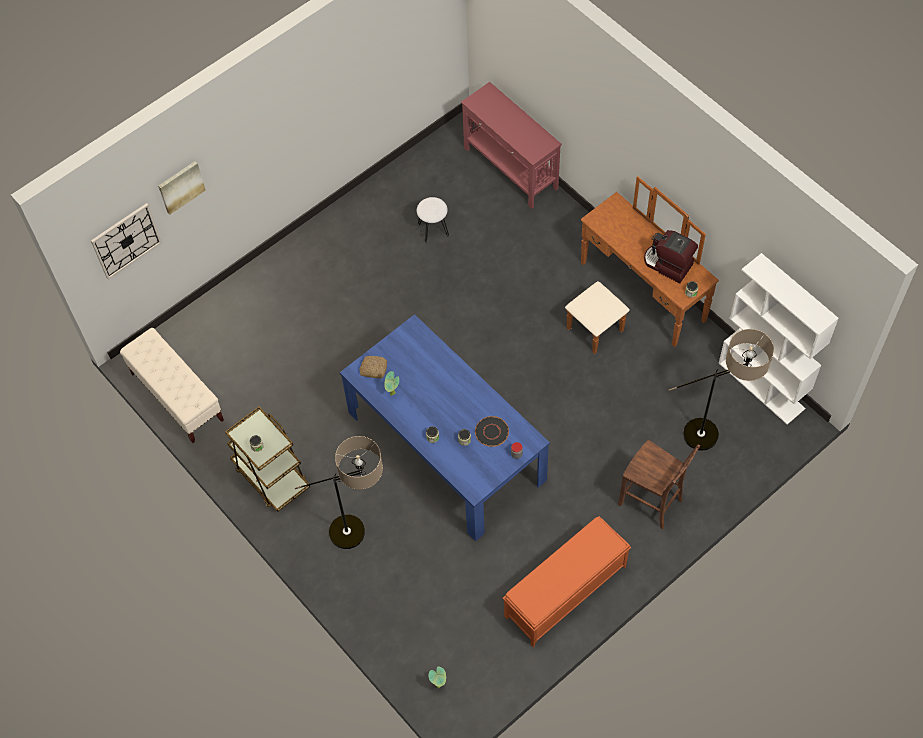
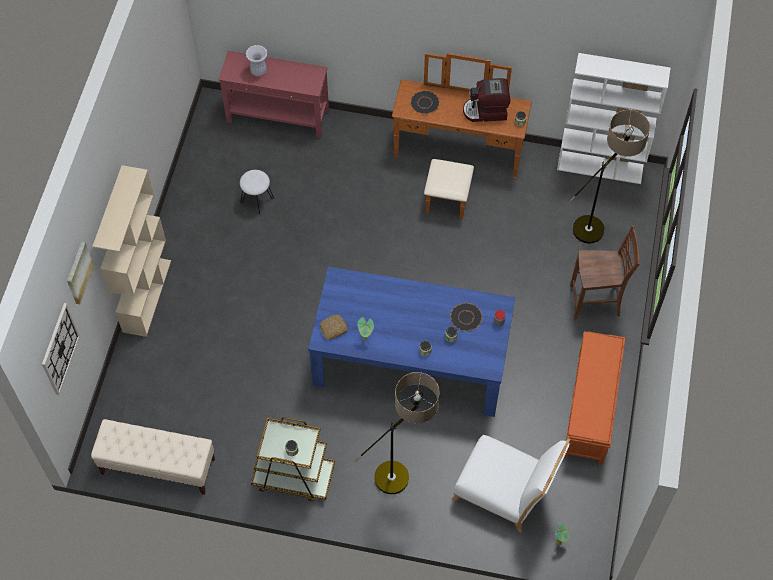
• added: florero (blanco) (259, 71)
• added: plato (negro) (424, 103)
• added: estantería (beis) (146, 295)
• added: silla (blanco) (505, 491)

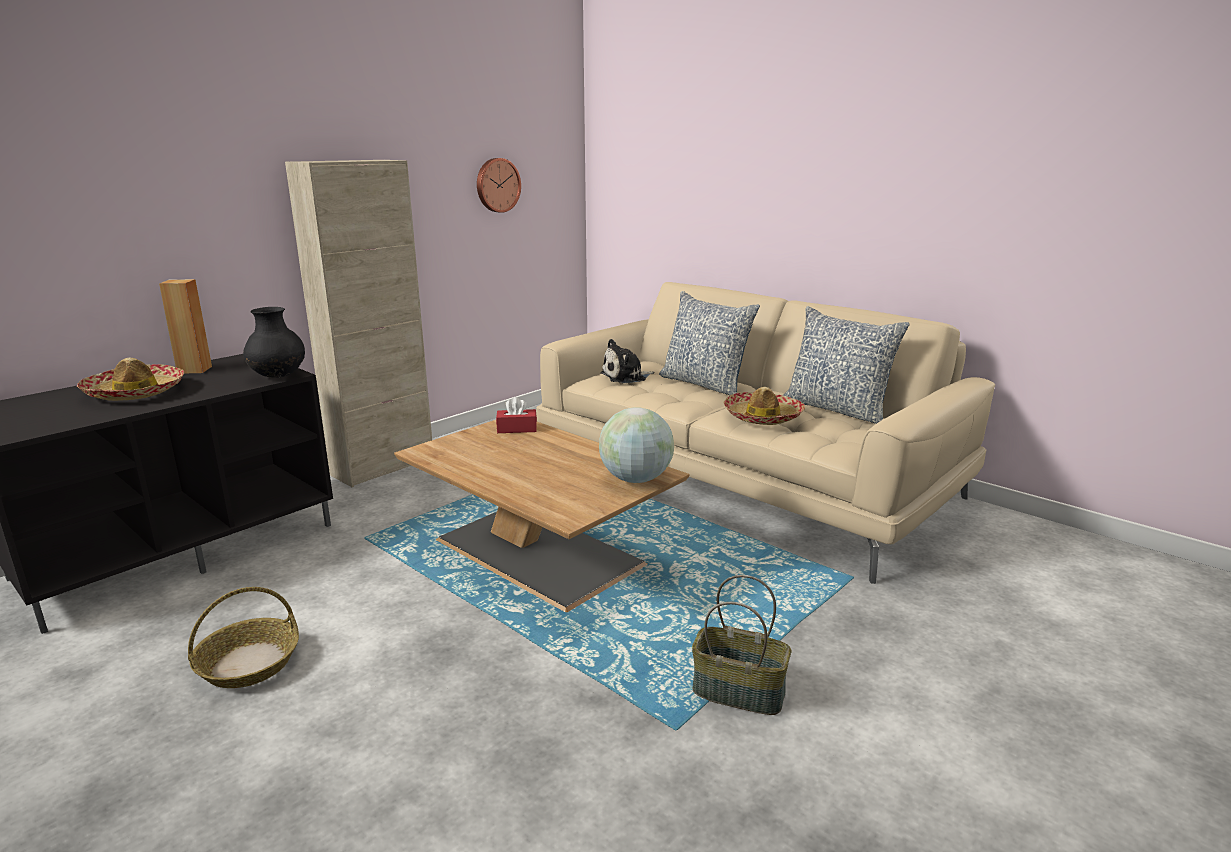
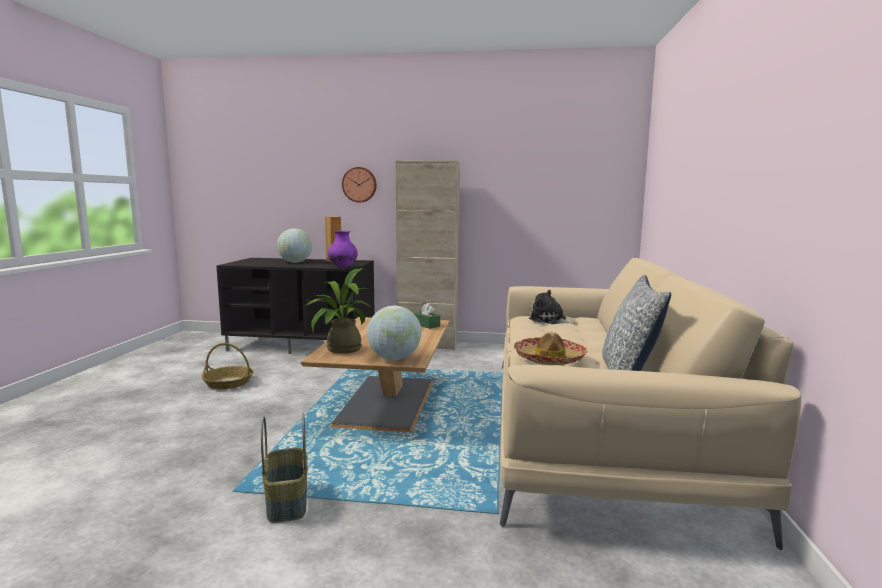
• moved: reloj de pared (497, 185) to (359, 184)
• removed: cojín (705, 384)
• recoloured: florero (negro) (278, 376) to florero (morado) (343, 267)
• replaced: sombrero (135, 392) to globo terráqueo (295, 262)
• recoloured: caja de pañuelos (rojo) (517, 429) to caja de pañuelos (verde) (426, 325)
• added: planta en maceta (339, 350)

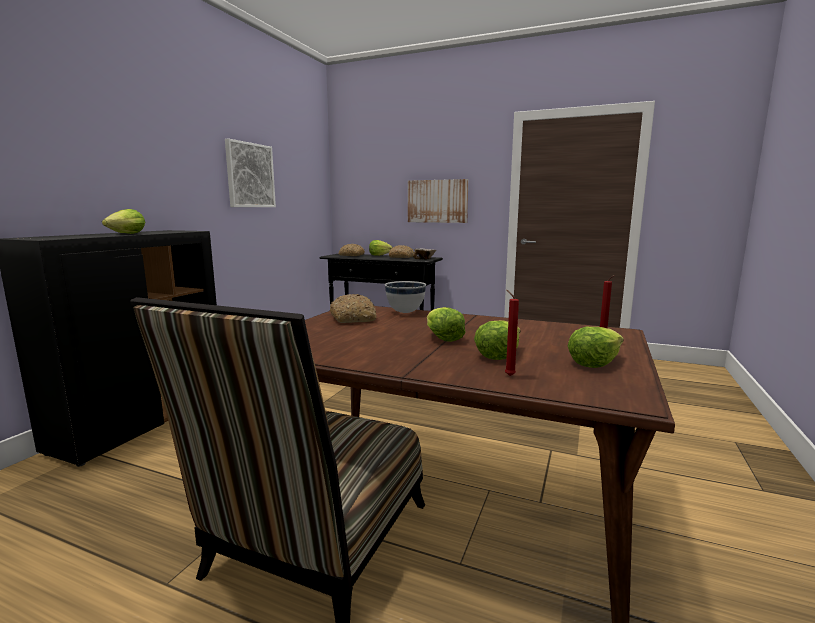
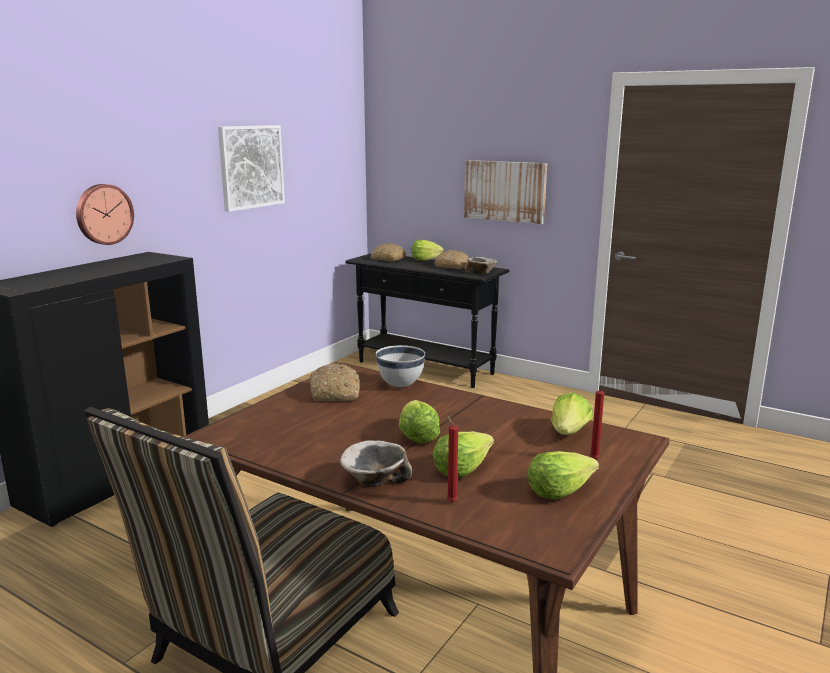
• moved: lechuga (127, 234) to (569, 432)
• added: reloj de pared (103, 214)
• added: cuenco (373, 481)

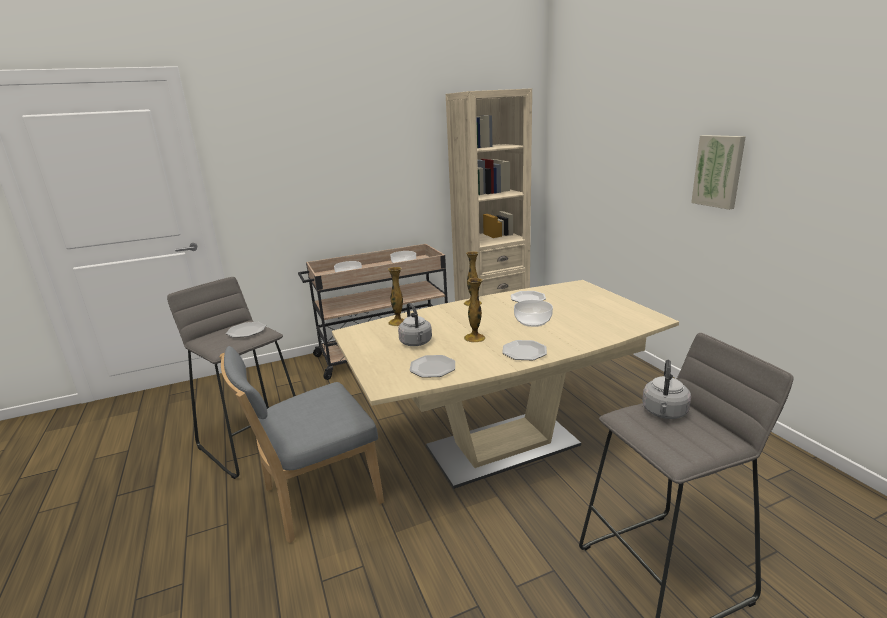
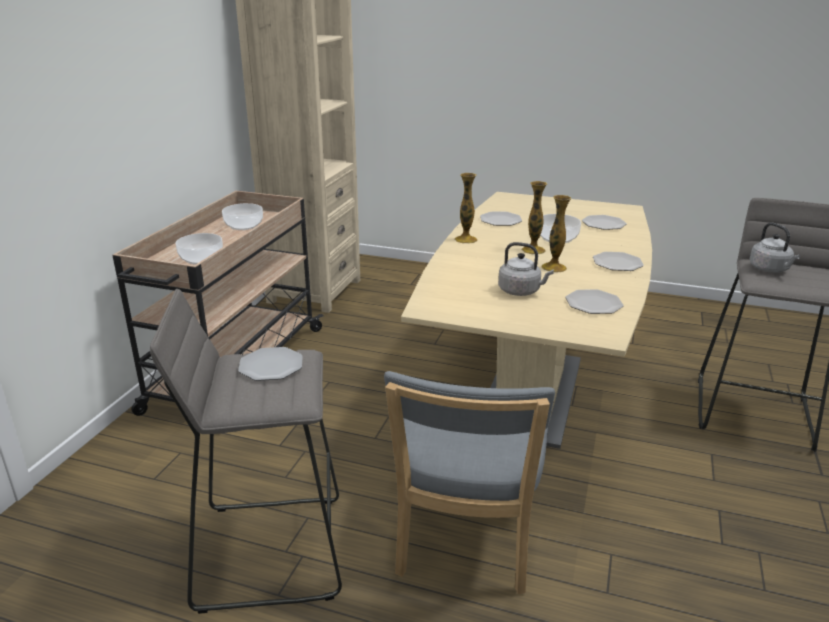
• removed: cuadro (719, 171)
• moved: florero (398, 322) to (533, 250)
• added: plato (603, 224)

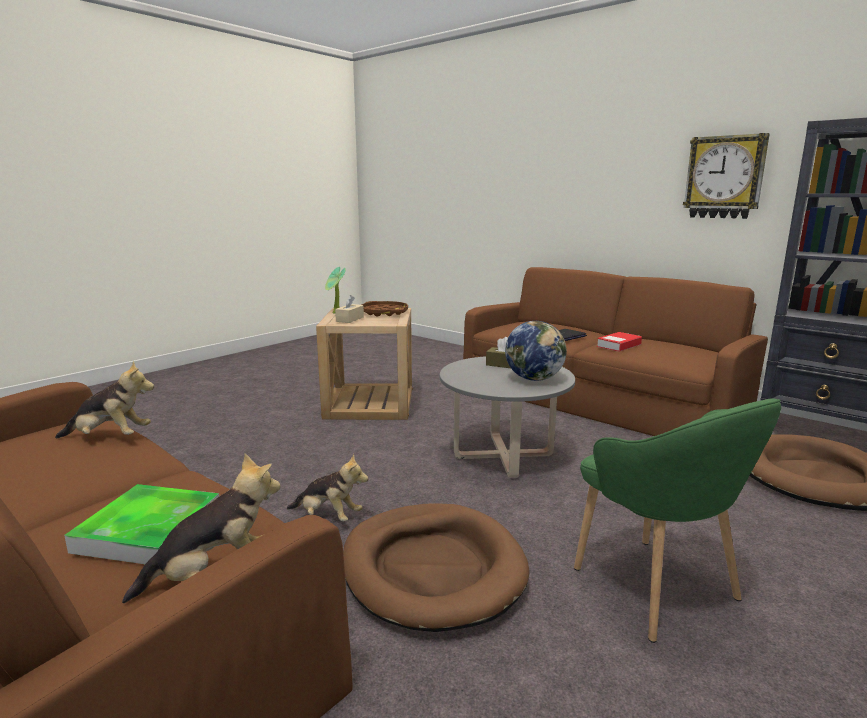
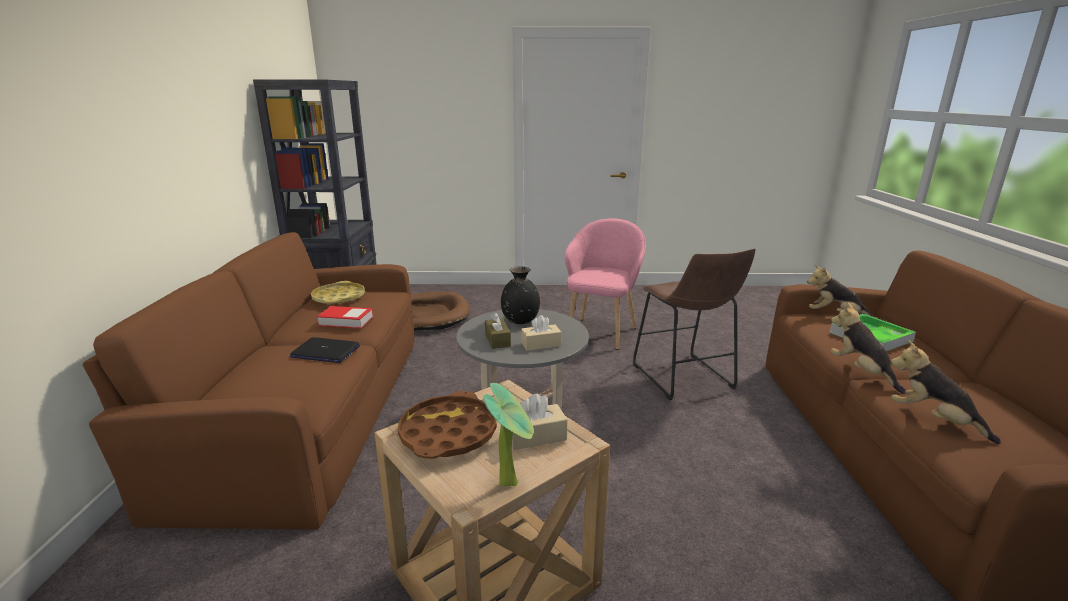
• removed: reloj de pared (724, 177)
• replaced: globo terráqueo (534, 379) to florero (negro) (520, 320)
• recoloured: sillón (verde) (656, 588) to sillón (rosa) (601, 332)
• moved: peluche (328, 516) to (861, 372)
• replaced: cama para perro (marrón) (432, 569) to taburete (marrón) (684, 379)
• added: bandeja (amarillo) (339, 298)
• added: caja de pañuelos (beis) (541, 344)

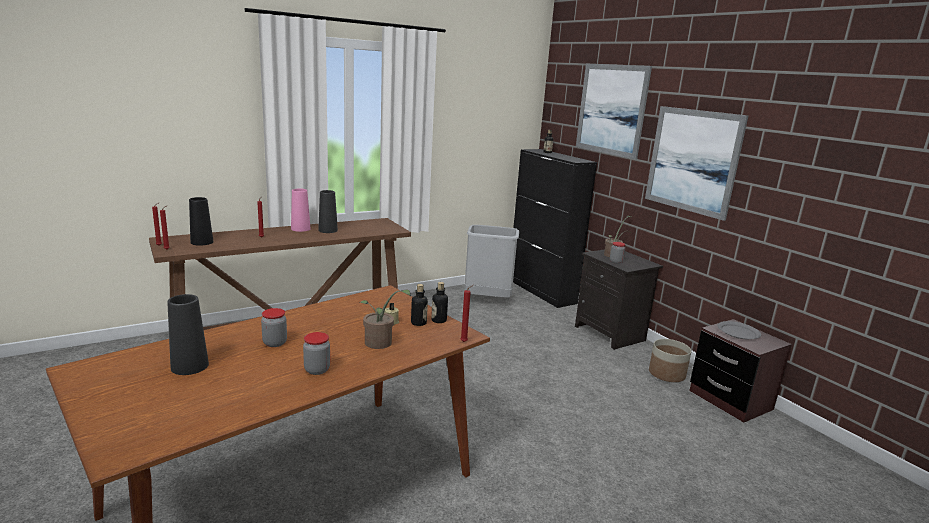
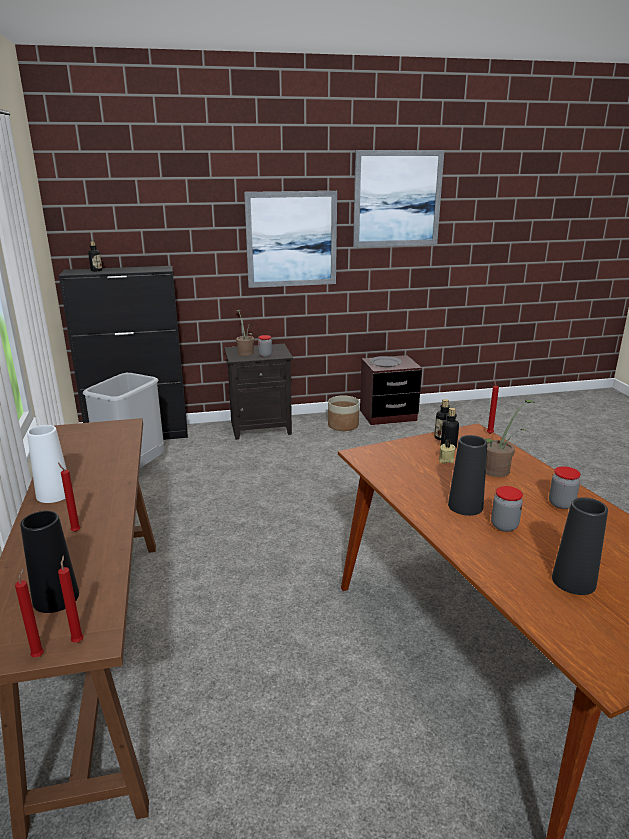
• moved: cuadro (611, 109) to (397, 199)
• recoloured: florero (rosa) (300, 229) to florero (blanco) (54, 494)
• moved: florero (negro) (328, 230) to (465, 506)

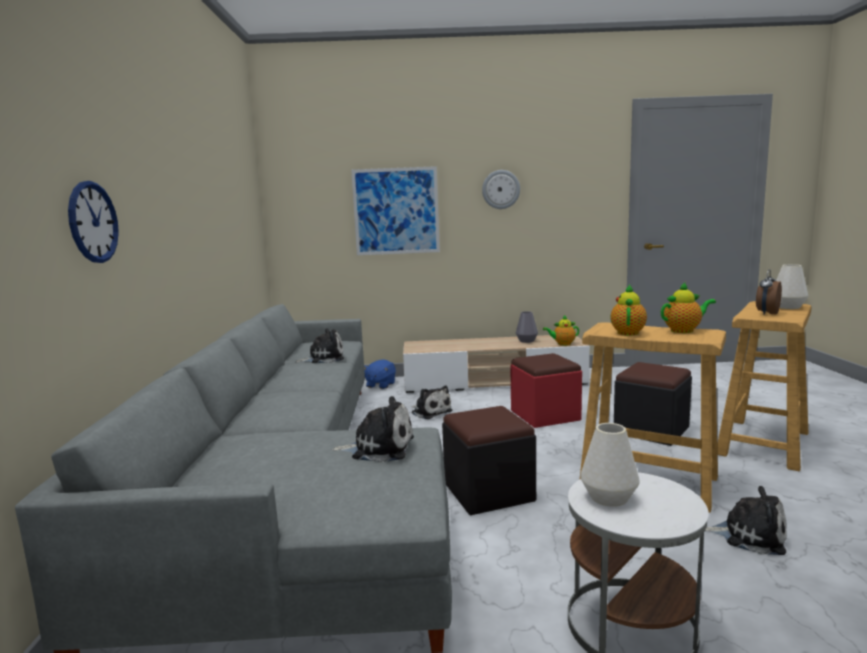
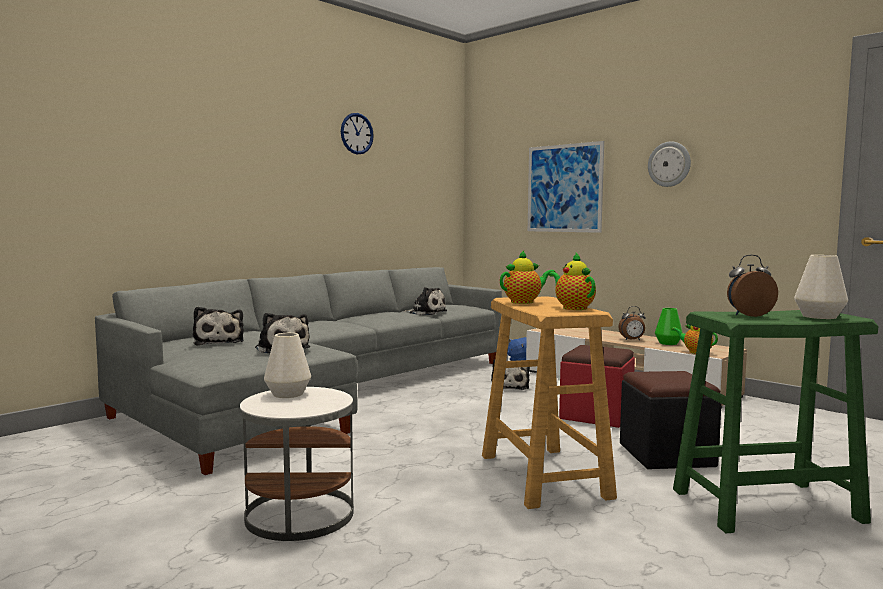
• moved: reloj de pared (93, 222) to (356, 133)
• turned: tetera (684, 330) = (573, 308) 150 degrees counterclockwise
• recoloured: taburete (beis) (763, 443) to taburete (verde) (764, 505)
• recoloured: florero (gris) (526, 341) to florero (verde) (668, 343)
• removed: puf (negro) (488, 492)
• moved: peluche (749, 535) to (219, 341)
• added: despertador (632, 340)

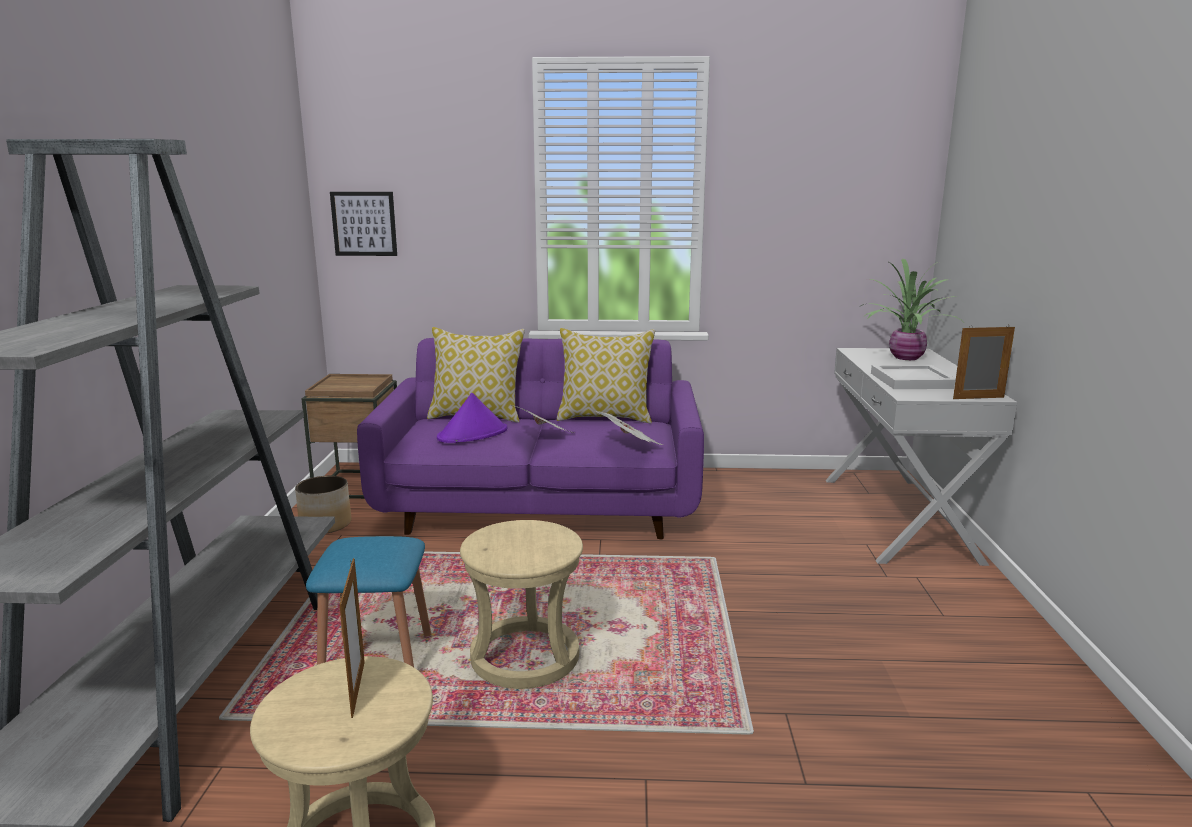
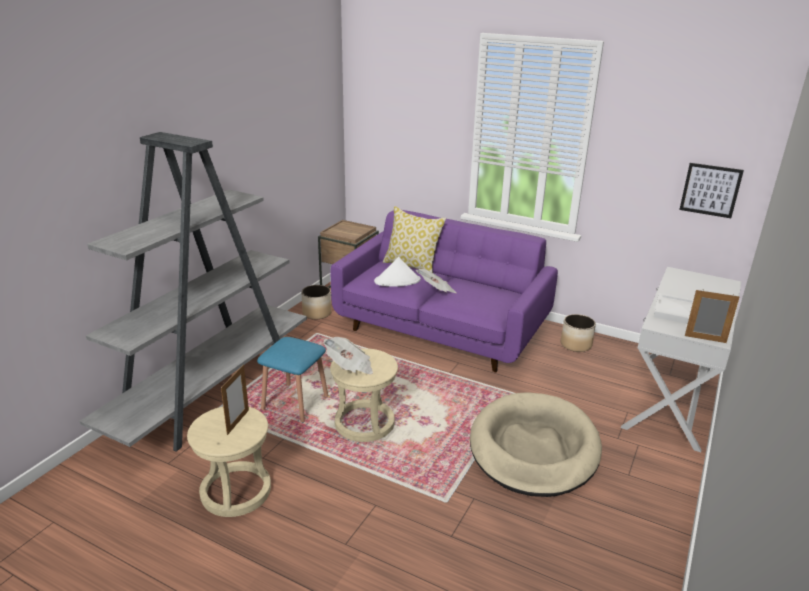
• moved: cuadro (364, 224) to (710, 190)
• removed: planta en maceta (905, 357)
• removed: cojín (605, 417)
• recoloured: sombrero (morado) (473, 434) to sombrero (blanco) (397, 281)
• moved: periódico (629, 445) to (349, 367)
• added: maceta (576, 345)
• added: cama para perro (beis) (533, 448)

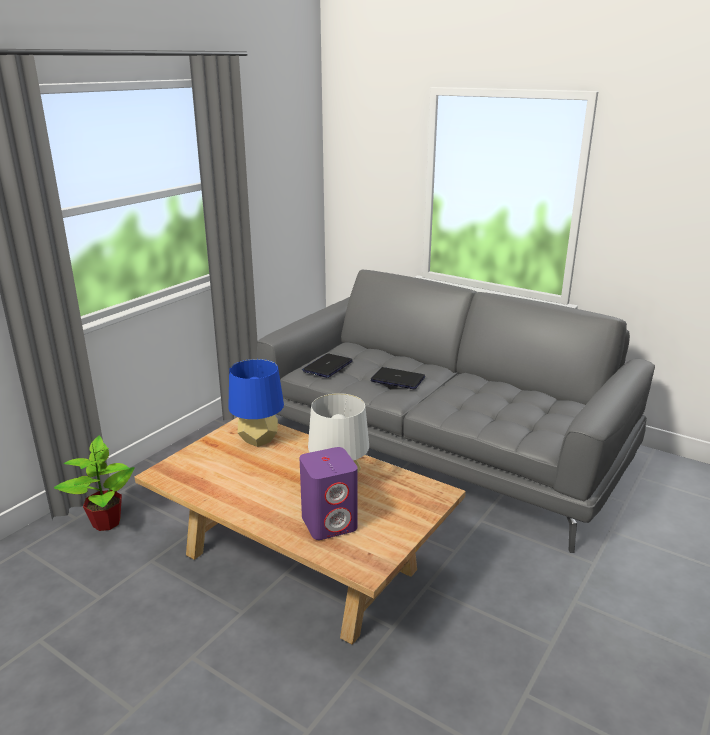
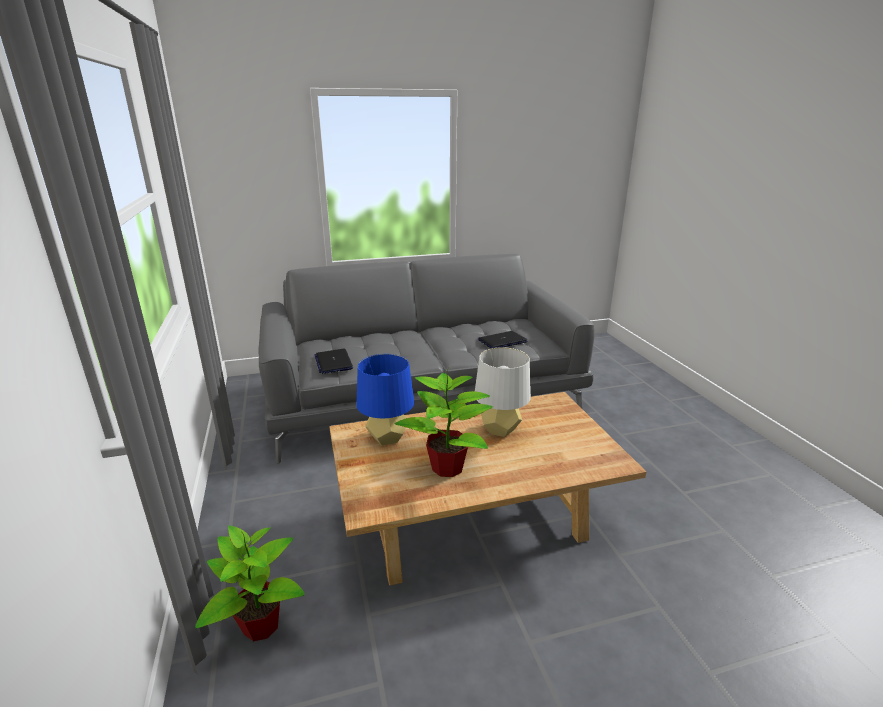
• moved: portátil (398, 379) to (502, 341)
• removed: altavoz (morado) (330, 522)
• added: planta en maceta (448, 467)

